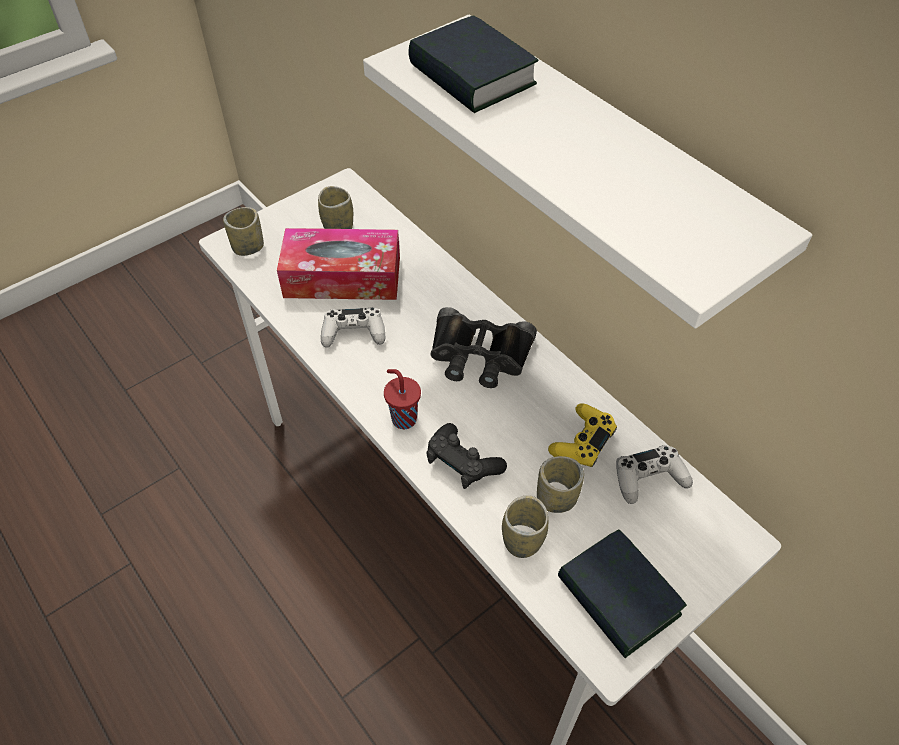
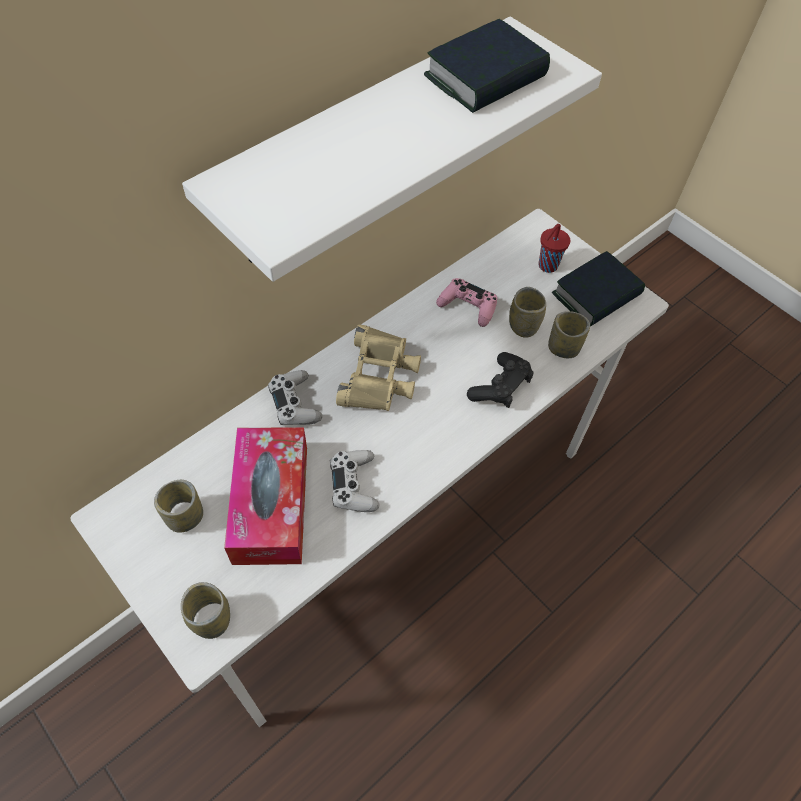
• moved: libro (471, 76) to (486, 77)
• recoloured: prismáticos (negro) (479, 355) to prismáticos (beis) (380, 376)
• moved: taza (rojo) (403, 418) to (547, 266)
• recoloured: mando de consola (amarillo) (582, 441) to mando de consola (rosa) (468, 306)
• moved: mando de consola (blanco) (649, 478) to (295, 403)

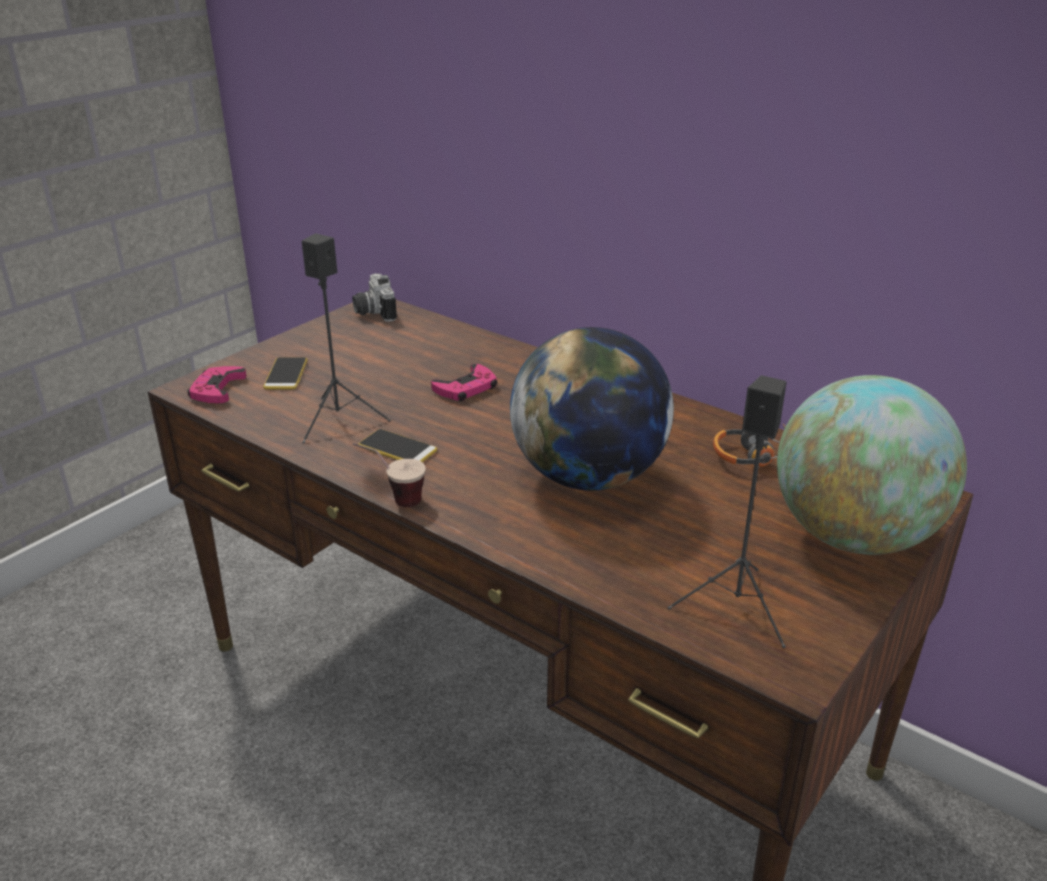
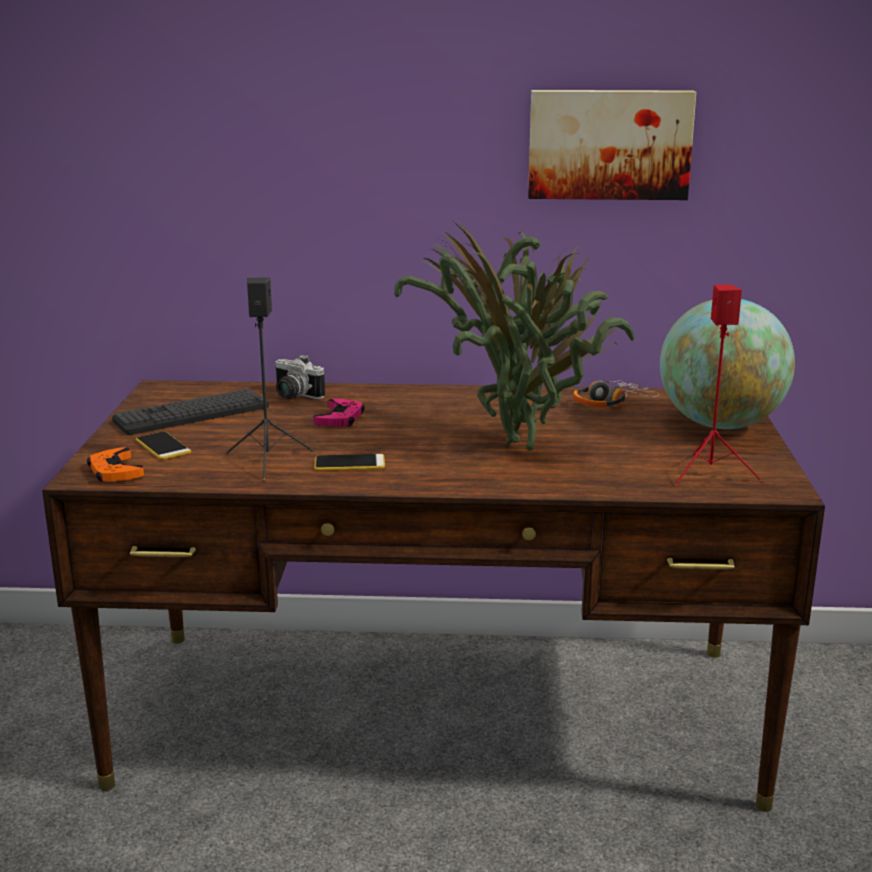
• moved: cámara (373, 312) to (293, 396)
• replaced: globo terráqueo (589, 476) to planta en maceta (517, 441)
• recoloured: mando de consola (rosa) (217, 389) to mando de consola (naranja) (115, 471)
• recoloured: altavoz (negro) (737, 607) to altavoz (rojo) (711, 474)
• removed: taza (392, 500)
• added: cuadro (609, 144)
• added: teclado (192, 414)

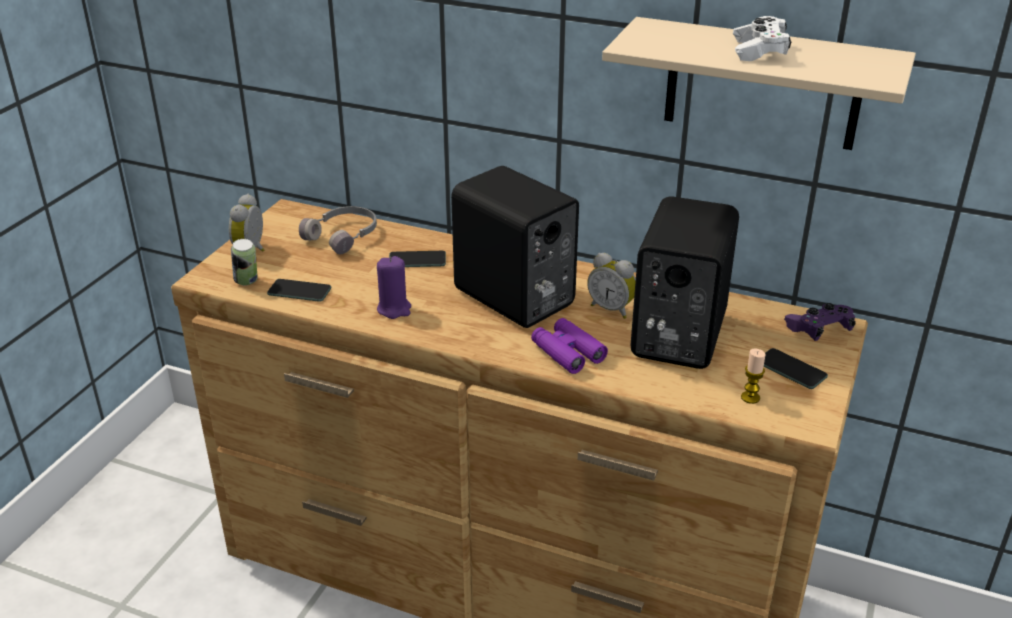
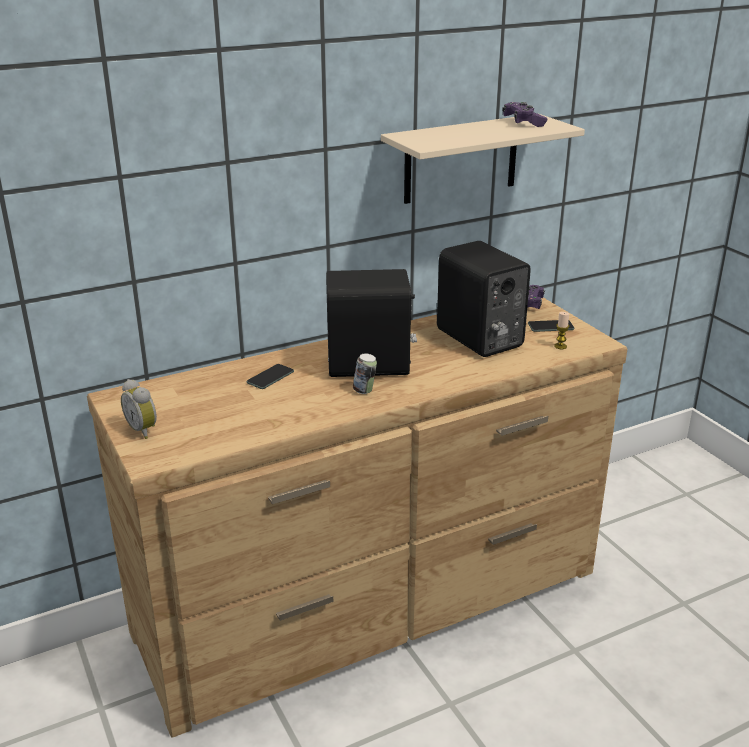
• removed: mando de consola (blanco) (759, 51)
• removed: auriculares (gris) (344, 236)
• moved: lata (247, 282) to (364, 391)
• removed: despertador (612, 309)
• removed: vela (morado) (394, 309)
• removed: móvil (299, 291)
• removed: prismáticos (morado) (567, 352)
• added: mando de consola (morado) (523, 123)

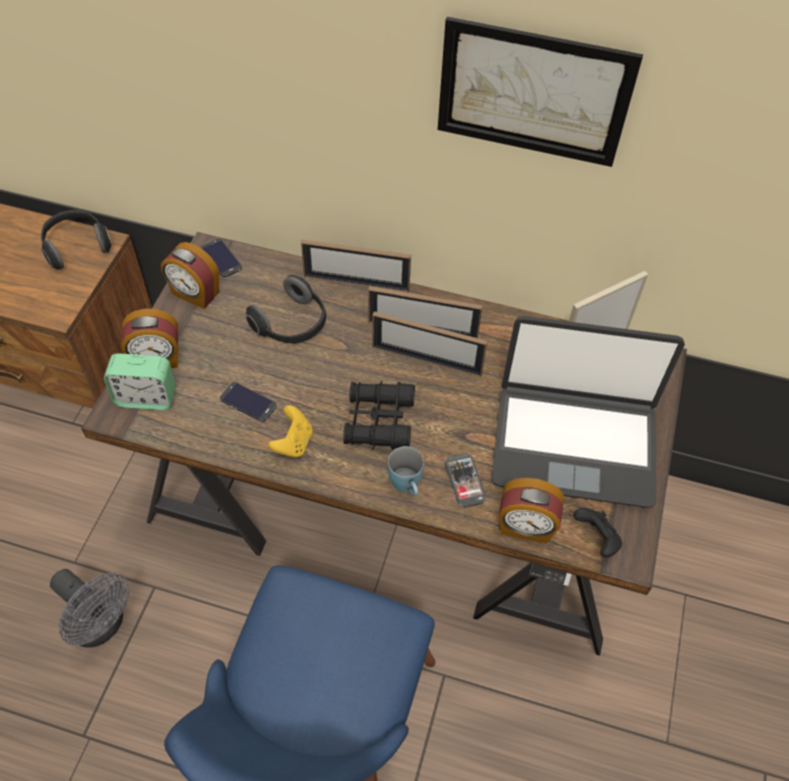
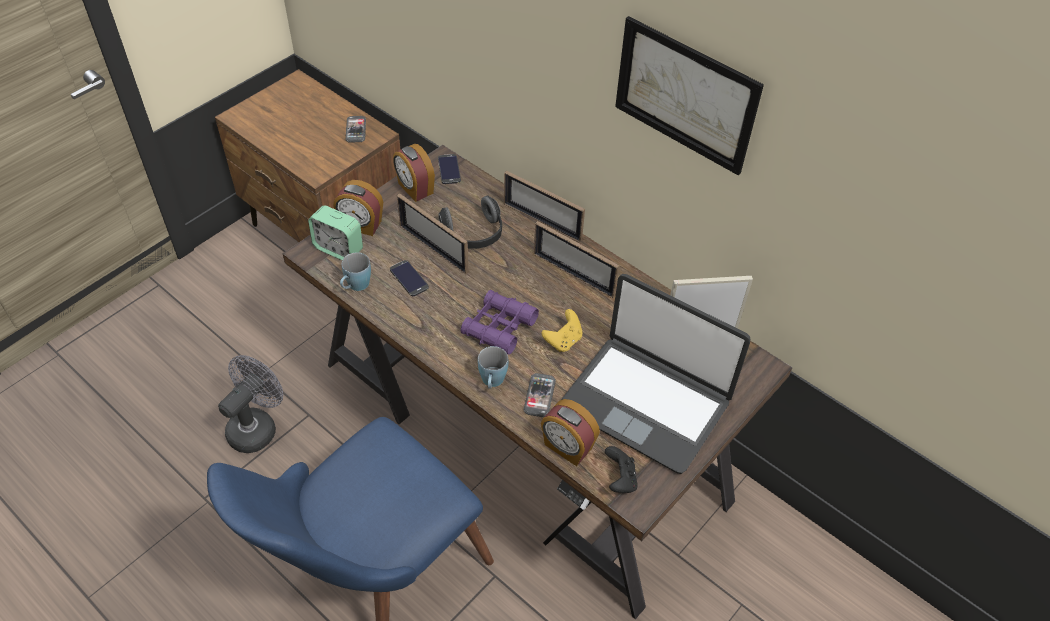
• replaced: auriculares (76, 246) to móvil (356, 130)
• moved: portarretratos (426, 360) to (433, 249)
• recoloured: prismáticos (negro) (379, 421) to prismáticos (morado) (499, 327)
• moved: mando de consola (amarillo) (293, 442) to (563, 341)
• turned: ventilador (gris) (101, 626) = (257, 426) 120 degrees counterclockwise
• added: taza grande (azul) (355, 286)

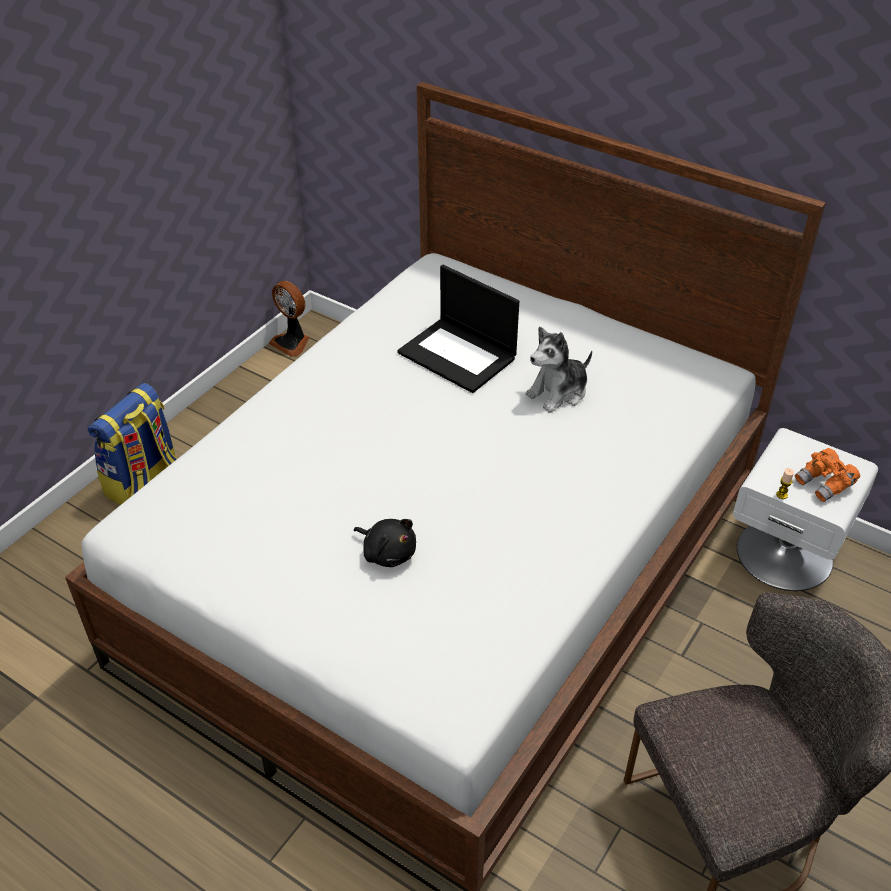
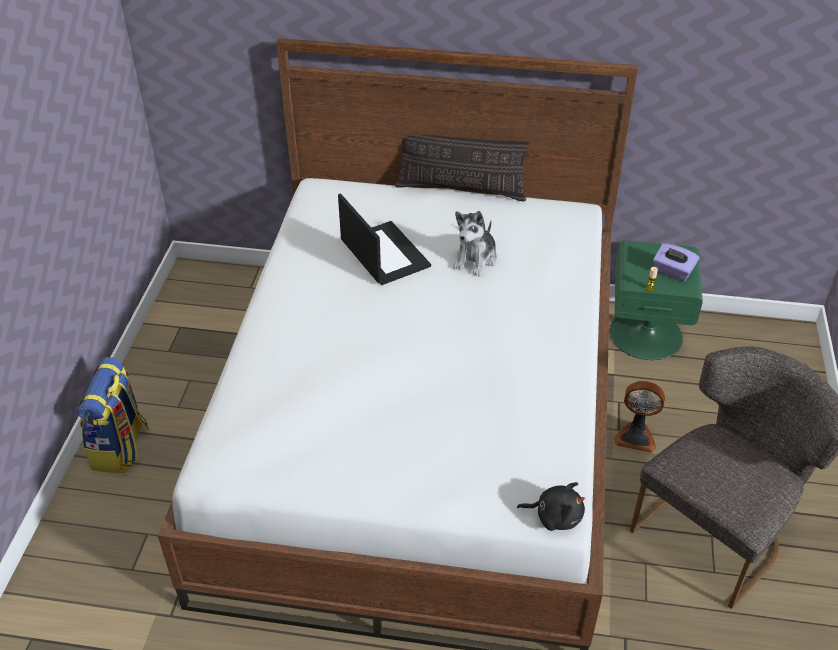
• turned: portátil (458, 355) = (383, 253) 135 degrees counterclockwise
• moved: ventilador (292, 342) to (635, 436)
• recoloured: mesita de noche (blanco) (785, 553) to mesita de noche (verde) (646, 333)
• replaced: prismáticos (naranja) (824, 484) to caja de pañuelos (morado) (672, 272)
• moved: peluche (negro) (387, 552) to (555, 516)
• added: cojín (461, 189)

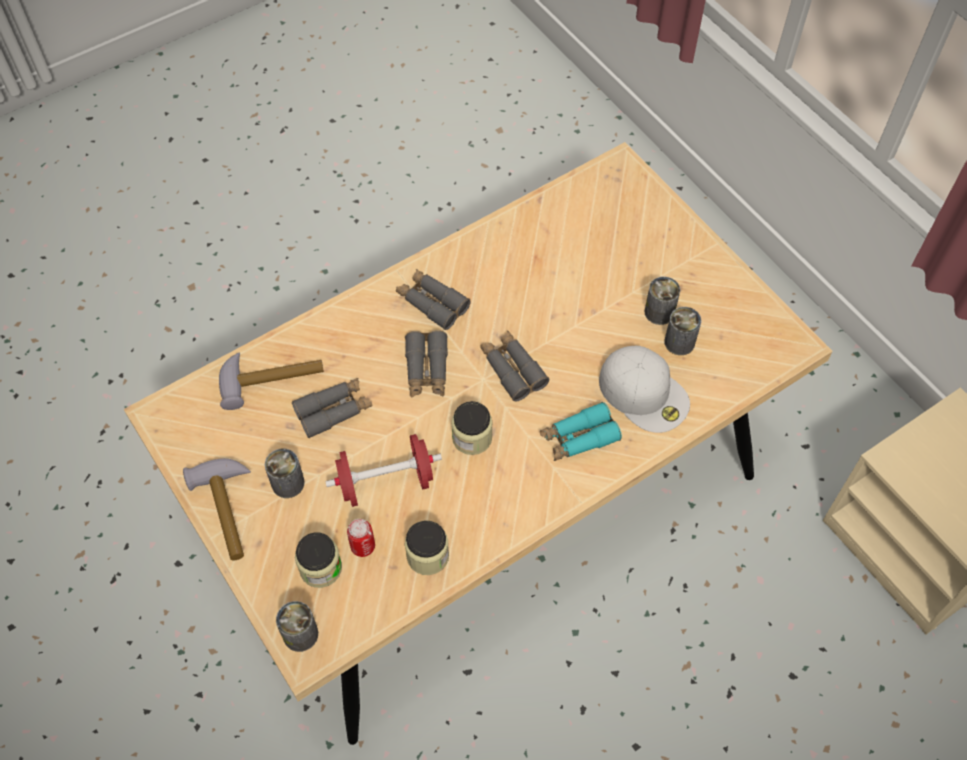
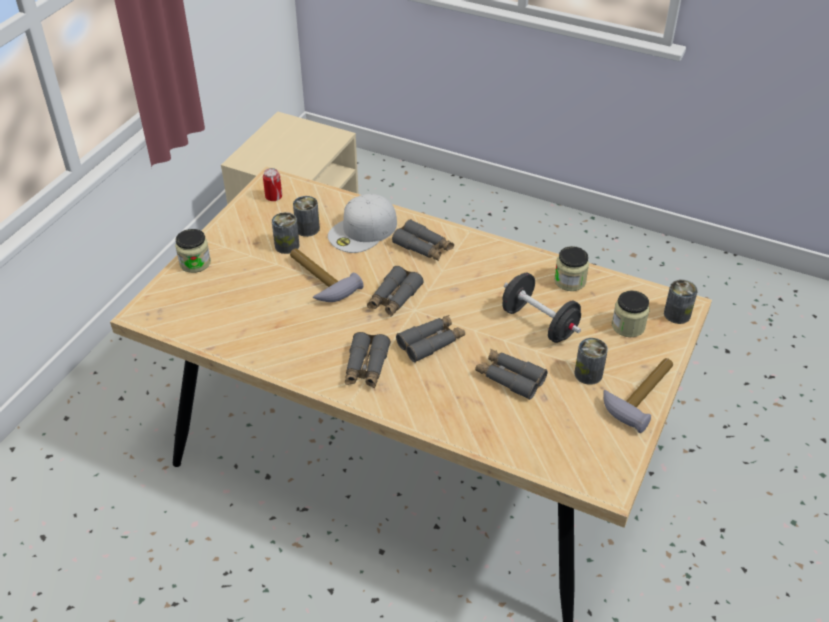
• turned: gorra (blanco) (644, 393) = (363, 231) 150 degrees counterclockwise
• moved: martillo (271, 378) to (318, 281)
• moved: tarro (472, 438) to (195, 263)
• recoloured: prismáticos (turquesa) (579, 438) to prismáticos (gris) (423, 247)
• recoloured: mancuerna (rojo) (385, 482) to mancuerna (negro) (539, 323)
• moved: lata (363, 546) to (274, 197)

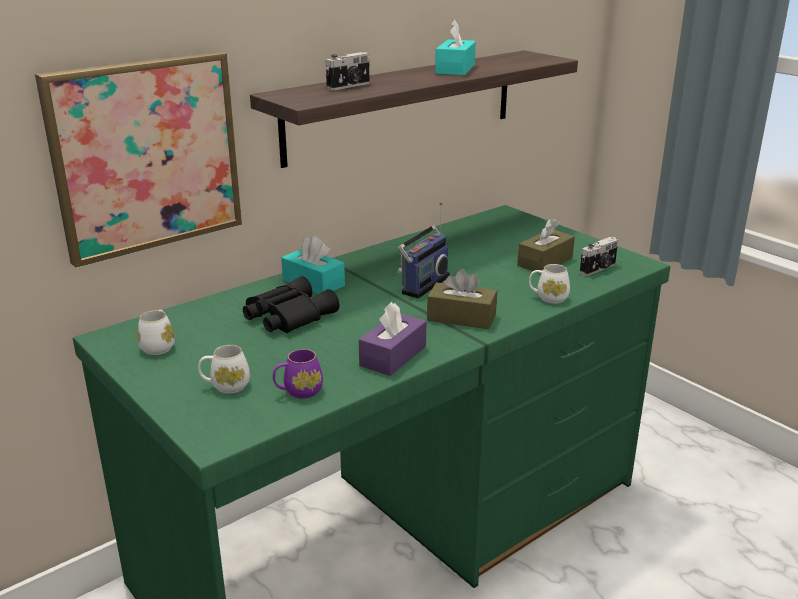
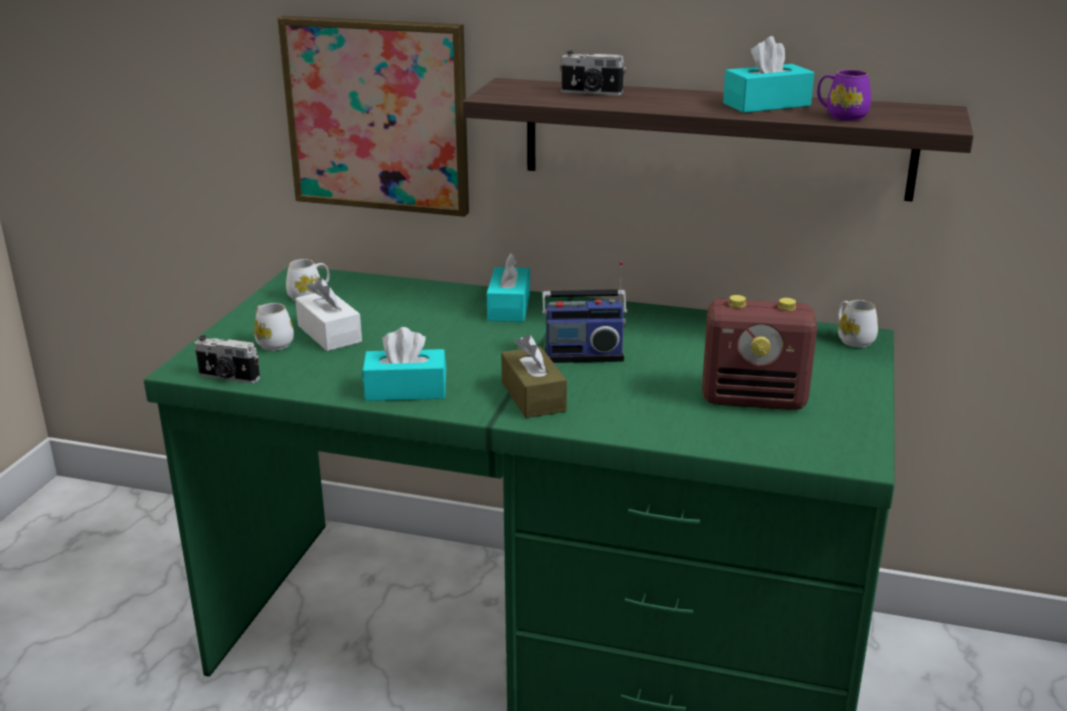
• replaced: caja de pañuelos (marrón) (545, 262) to radio (755, 400)
• moved: cámara (599, 269) to (228, 377)
• moved: taza grande (blanco) (548, 298) to (852, 339)
• removed: prismáticos (negro) (287, 316)
• recoloured: caja de pañuelos (morado) (393, 356) to caja de pañuelos (turquesa) (406, 390)
• moved: taza grande (morado) (298, 391) to (841, 116)
• added: caja de pañuelos (blanco) (329, 334)

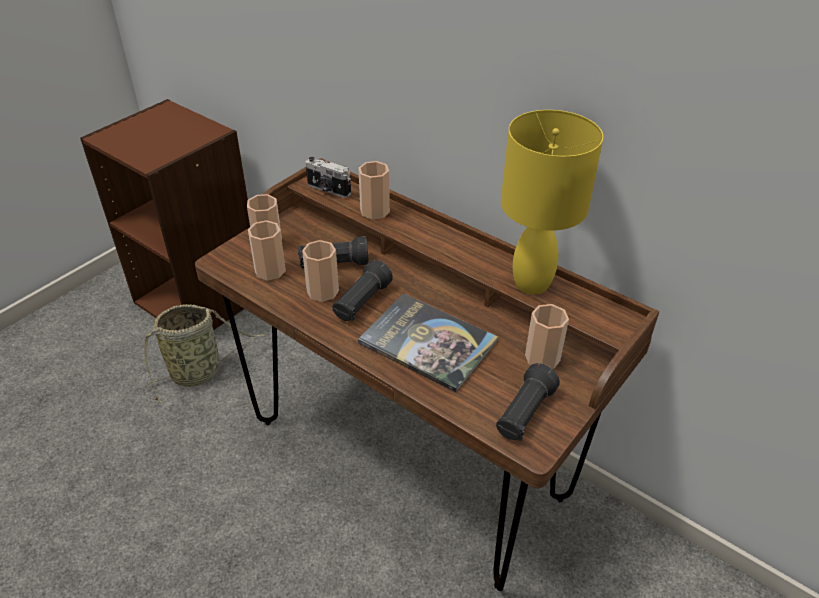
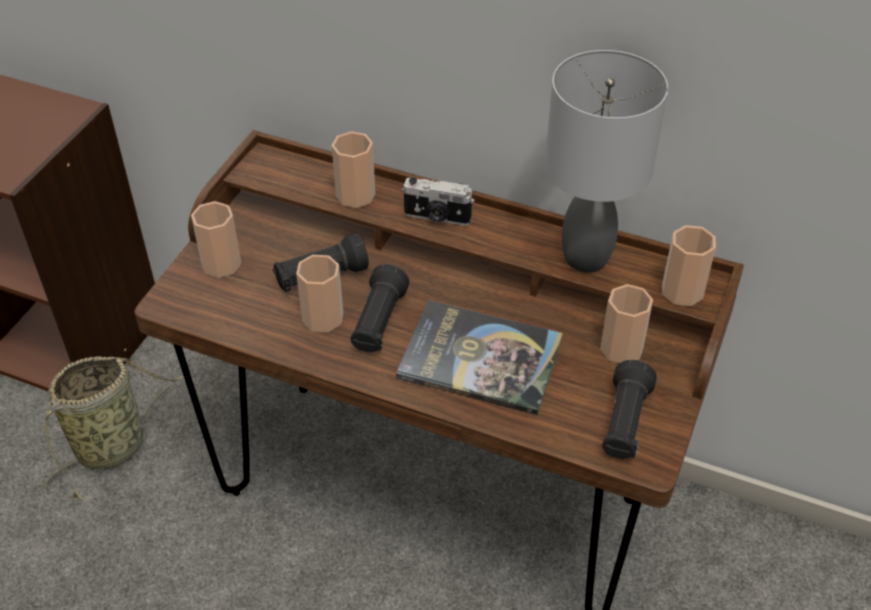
• recoloured: lámpara de mesa (amarillo) (533, 283) to lámpara de mesa (gris) (587, 258)
• moved: cámara (328, 190) to (437, 217)
• moved: taza (270, 270) to (682, 291)

